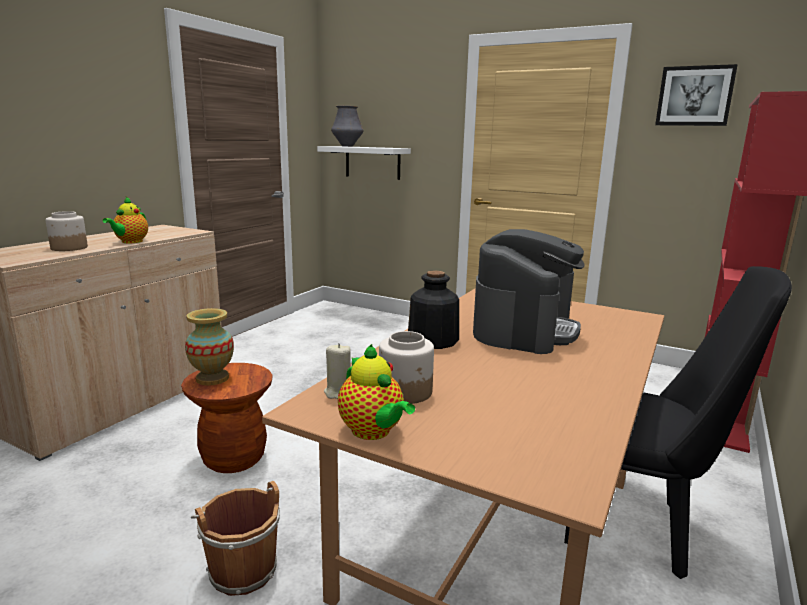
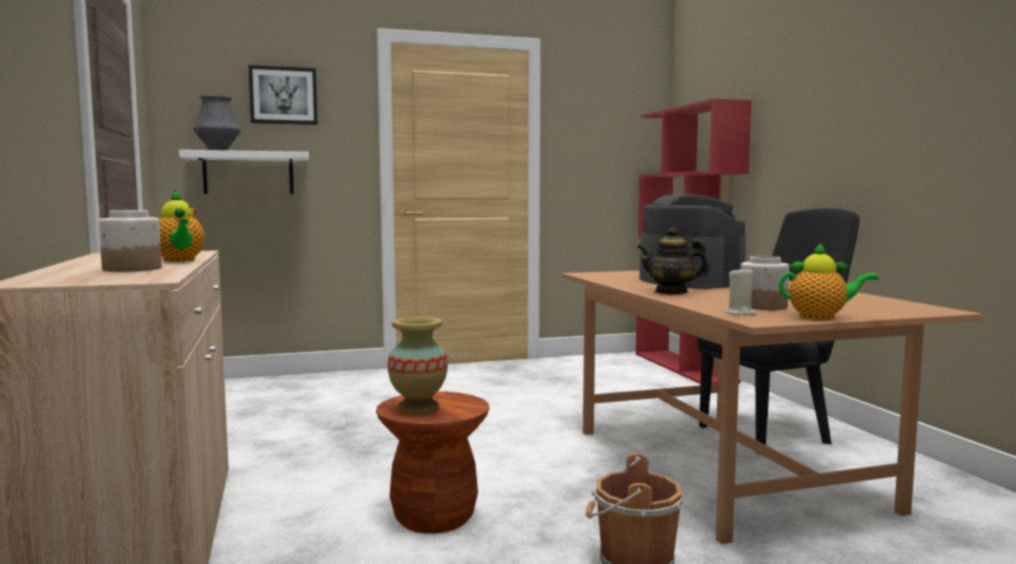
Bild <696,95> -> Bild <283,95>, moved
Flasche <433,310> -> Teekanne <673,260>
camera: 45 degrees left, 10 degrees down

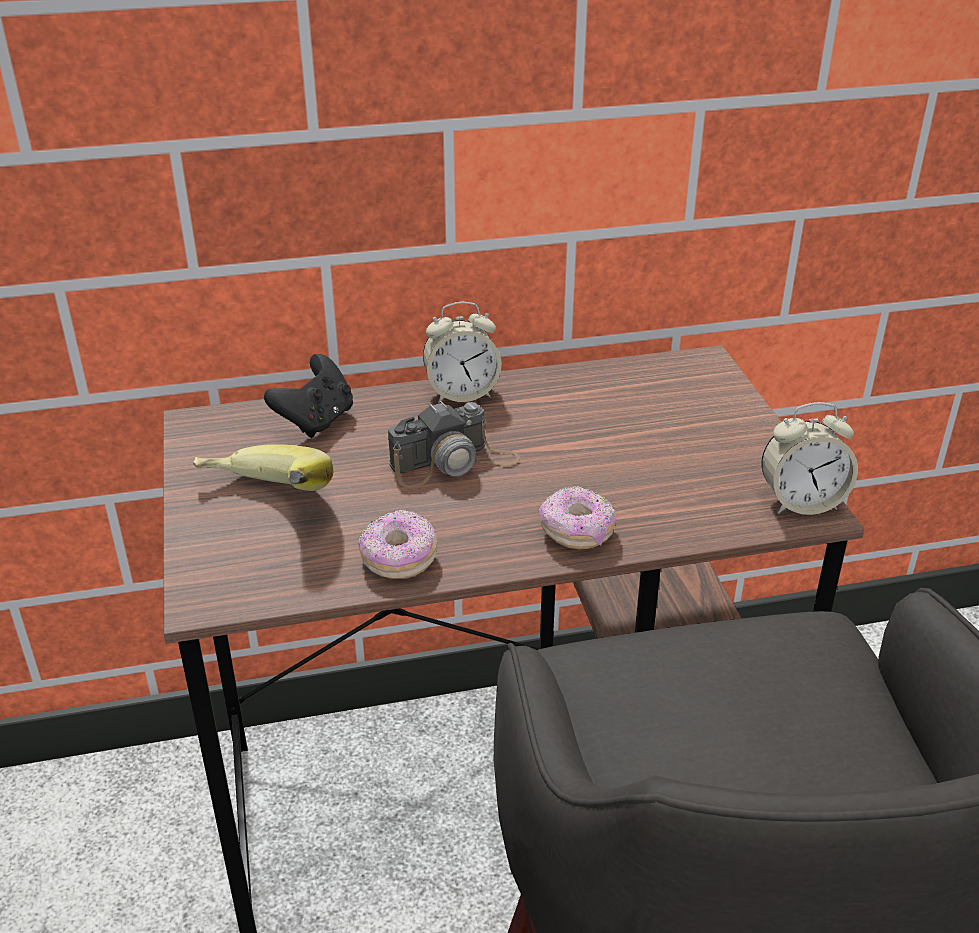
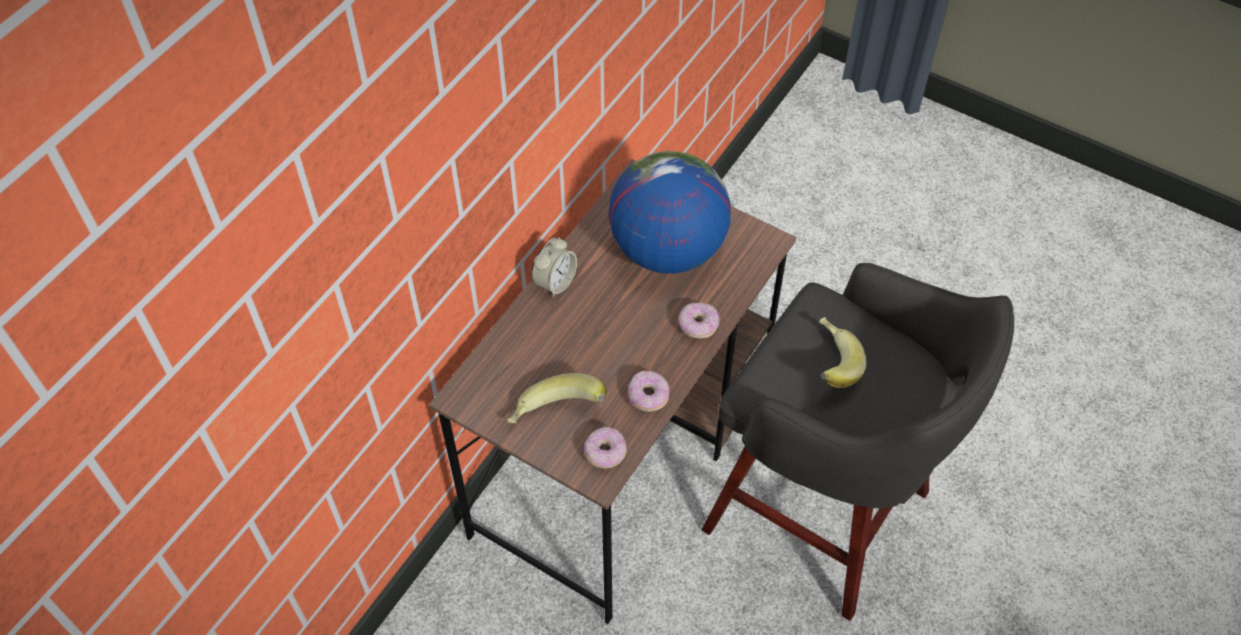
Gamepad (schwarz) <308,396> -> none
Kamera <454,444> -> none
Wecker <809,458> -> none
none -> Globus <670,212>
none -> Banane <843,352>
none -> Donut <605,447>
camera: 45 degrees left, 20 degrees up

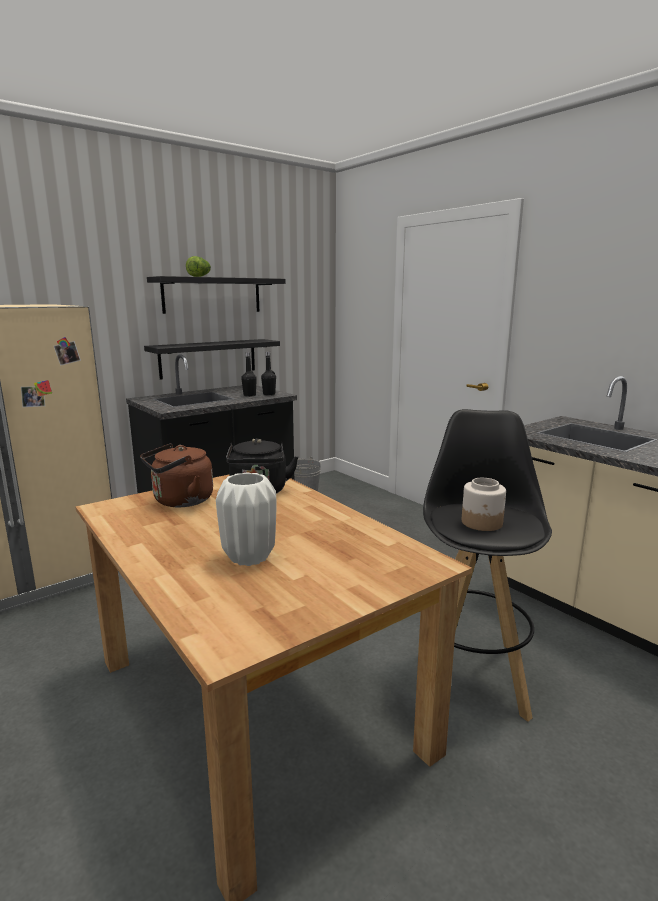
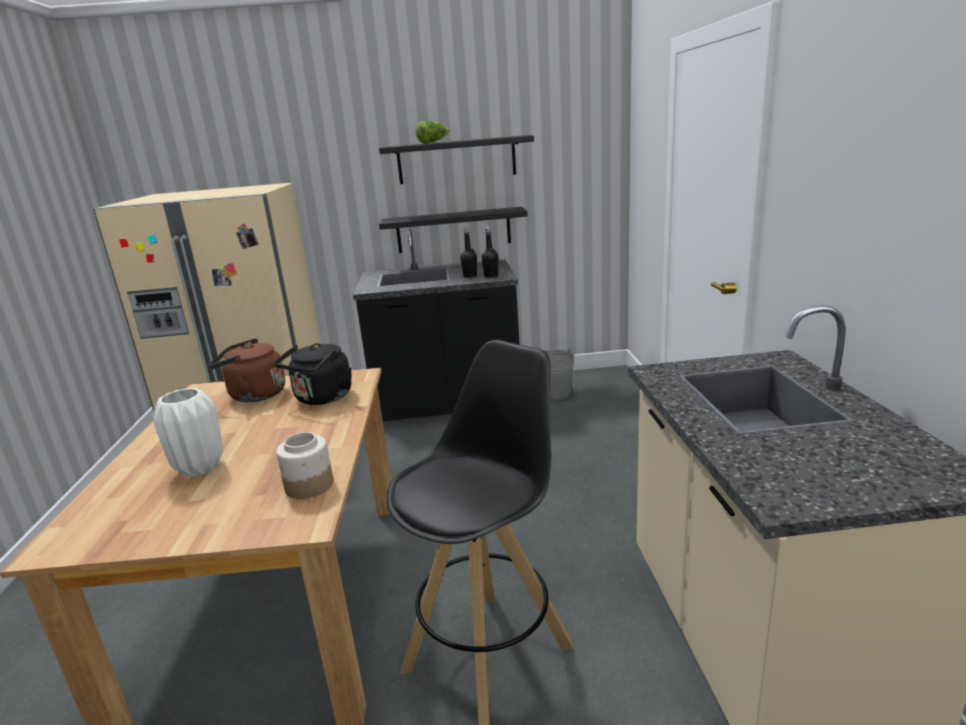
Vorratsglas <484,504> -> Vorratsglas <304,465>, moved
camera: 35 degrees right, 5 degrees up

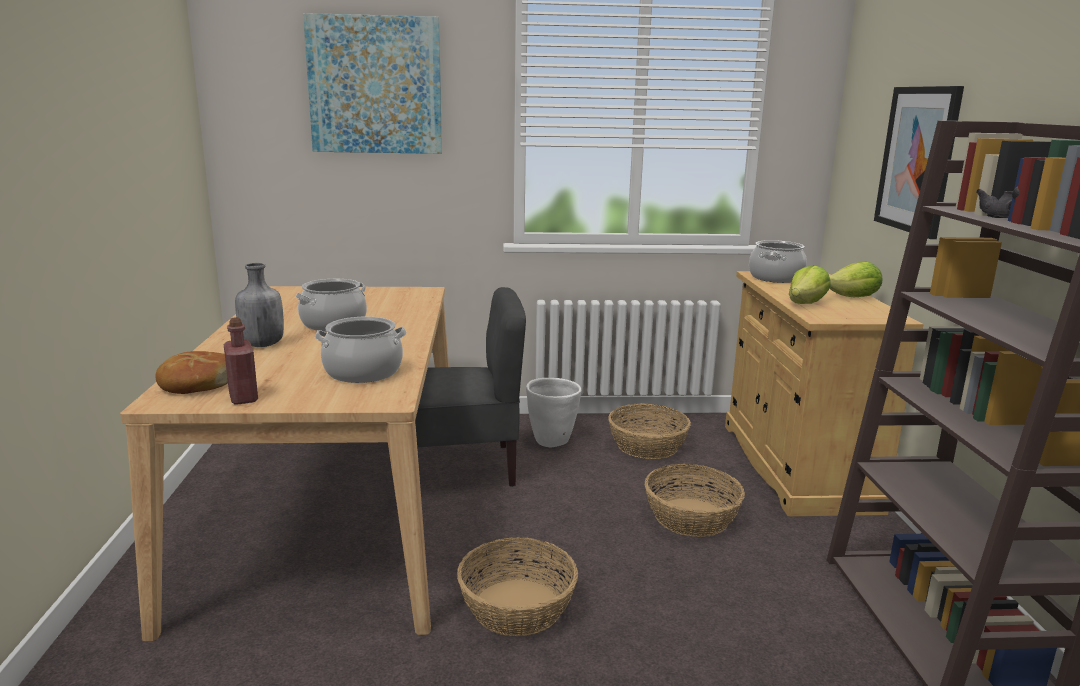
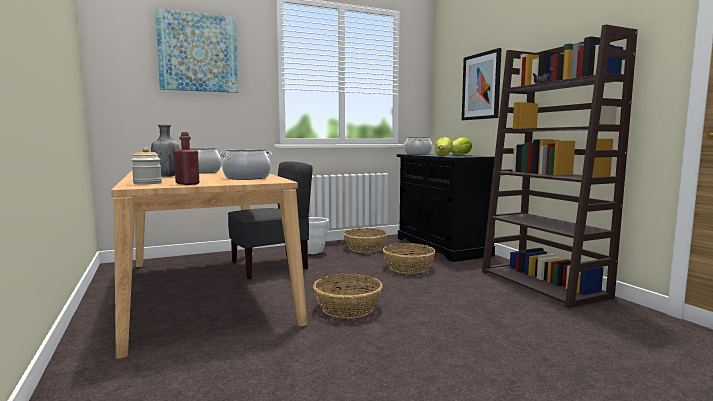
Schrank (beige) <824,394> -> Schrank (schwarz) <446,208>
Brot <191,372> -> Vorratsglas <147,165>
camera: 20 degrees left, 10 degrees down

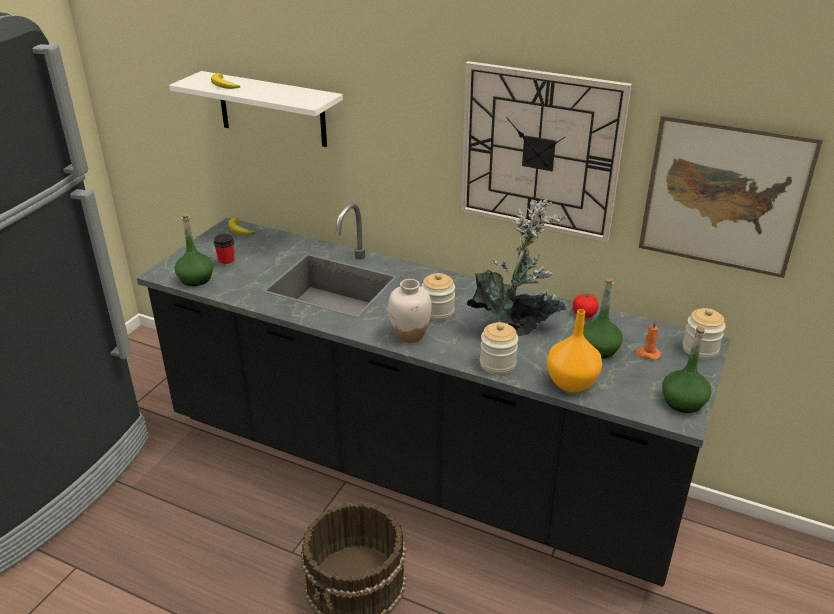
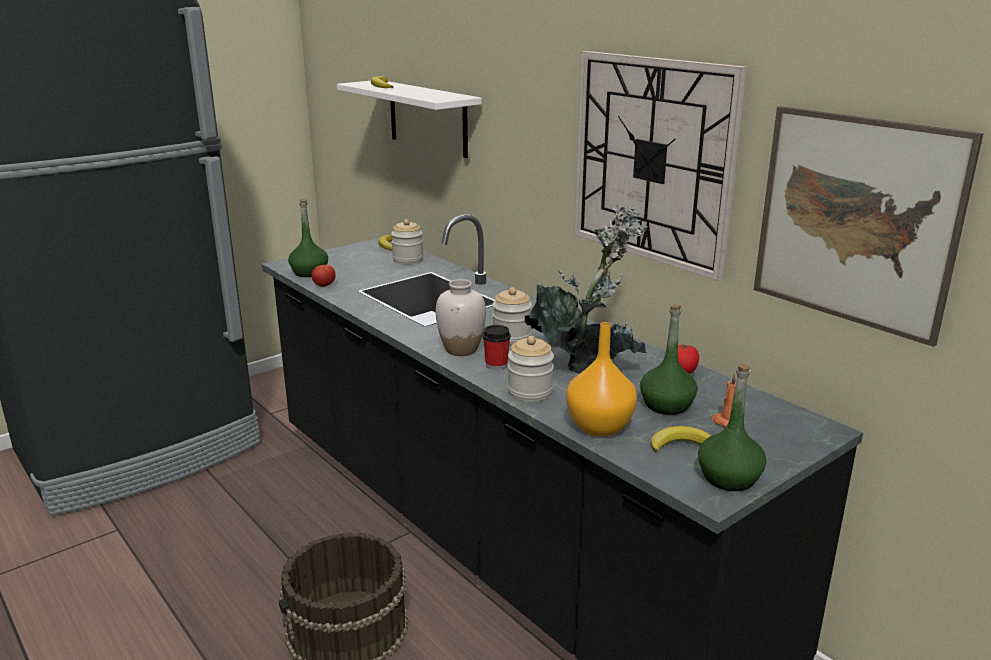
Tasse <224,250> -> Tasse <497,347>, moved
Vorratsglas <704,333> -> Vorratsglas <407,242>, moved
none -> Tomate <323,276>
none -> Banane <681,439>
camera: 25 degrees right, 10 degrees down

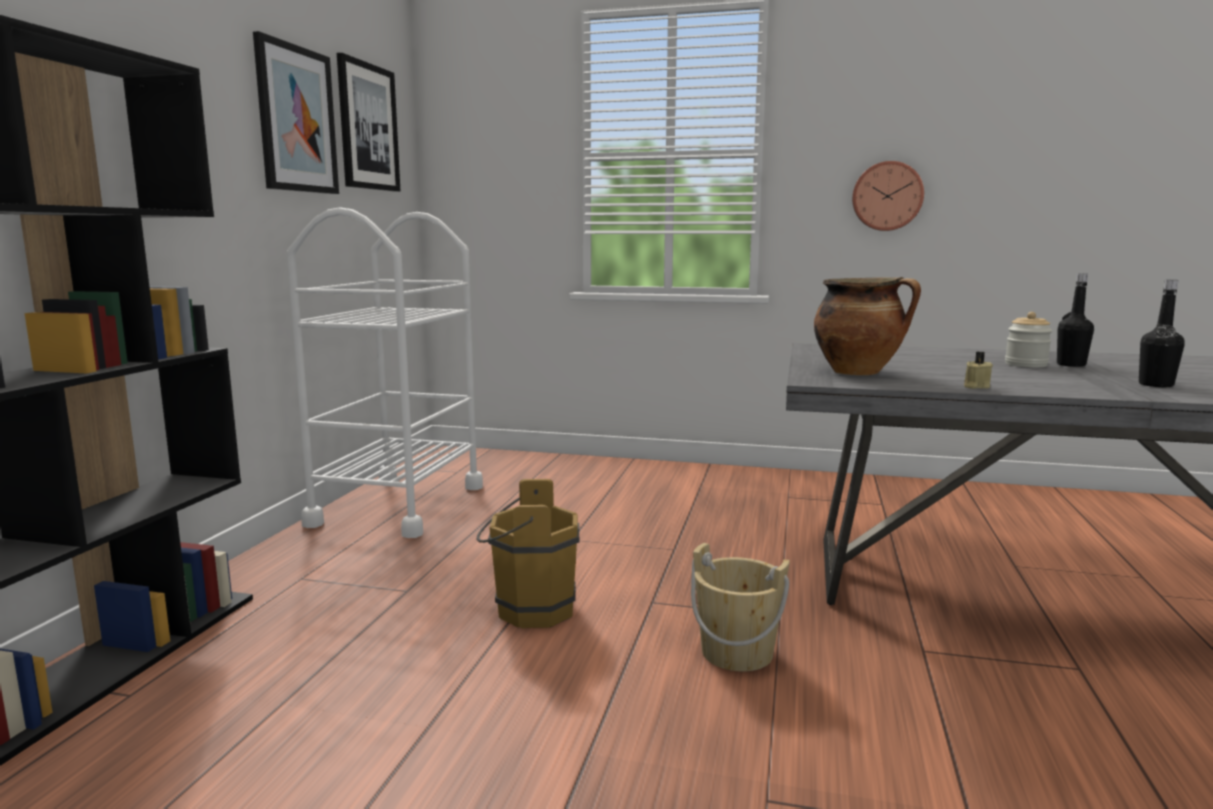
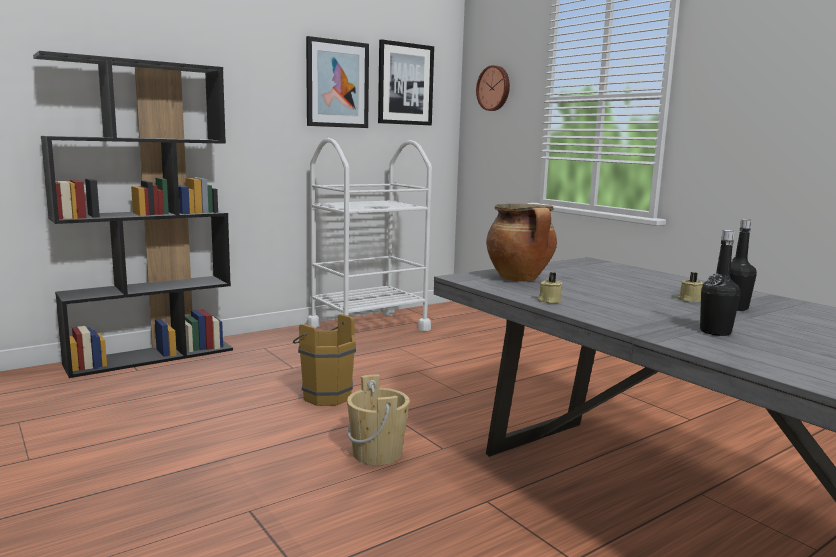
Wanduhr <888,196> -> Wanduhr <493,88>, moved
Vorratsglas <1028,340> -> Kerze (beige) <690,287>
camera: 40 degrees right, 0 degrees up

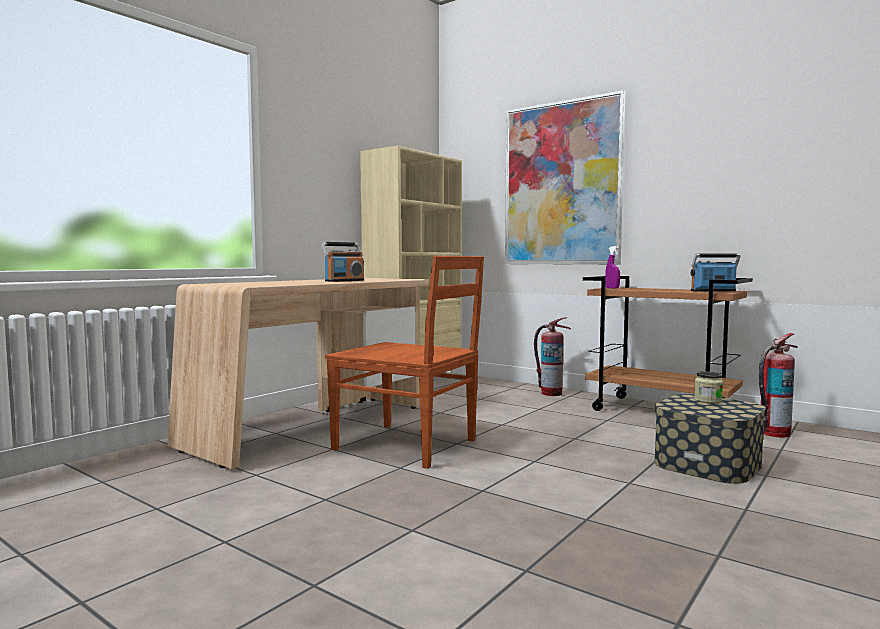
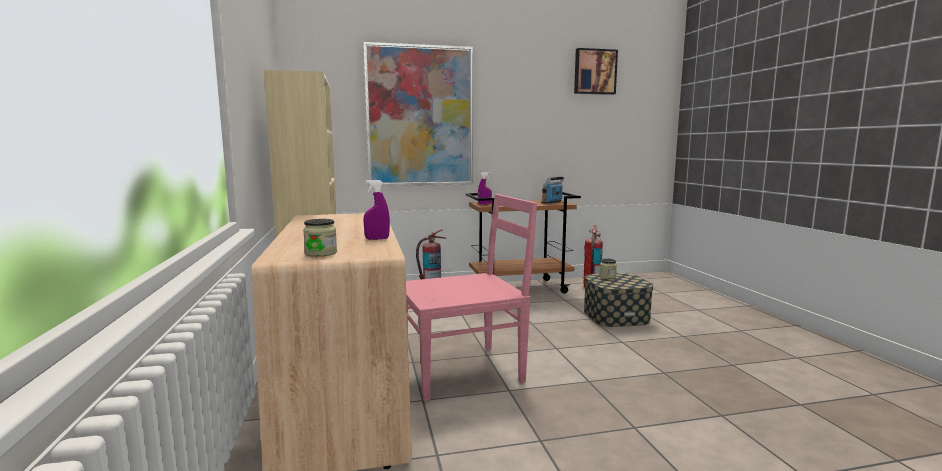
Radio <342,262> -> none
Stuhl (braun) <404,362> -> Stuhl (rosa) <471,297>
none -> Bild <596,71>
none -> Sprühflasche (lila) <376,210>
none -> Vorratsglas <320,238>
camera: 50 degrees left, 5 degrees up

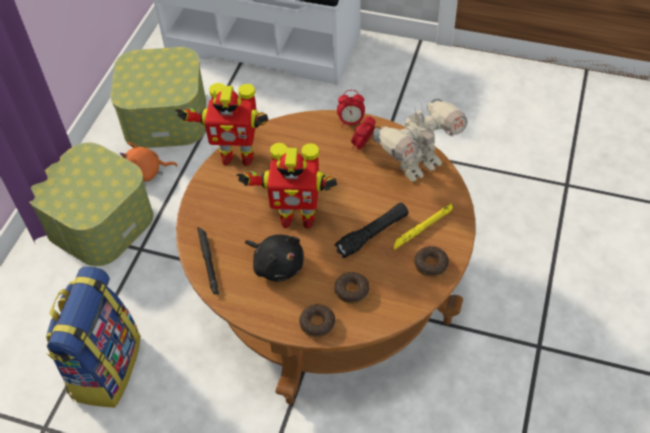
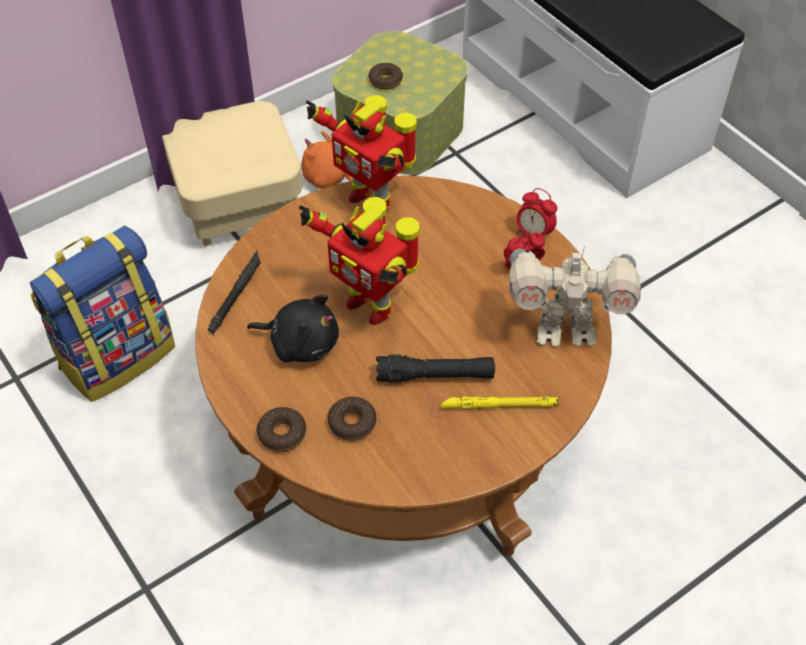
Aufbewahrungsbox <91,204> -> Polsterhocker (beige) <232,173>
Plüschtier (schwarz) <274,258> -> Plüschtier (schwarz) <293,328>, 60 degrees counterclockwise
Donut <431,261> -> Donut <385,76>, moved
camera: 35 degrees right, 0 degrees up

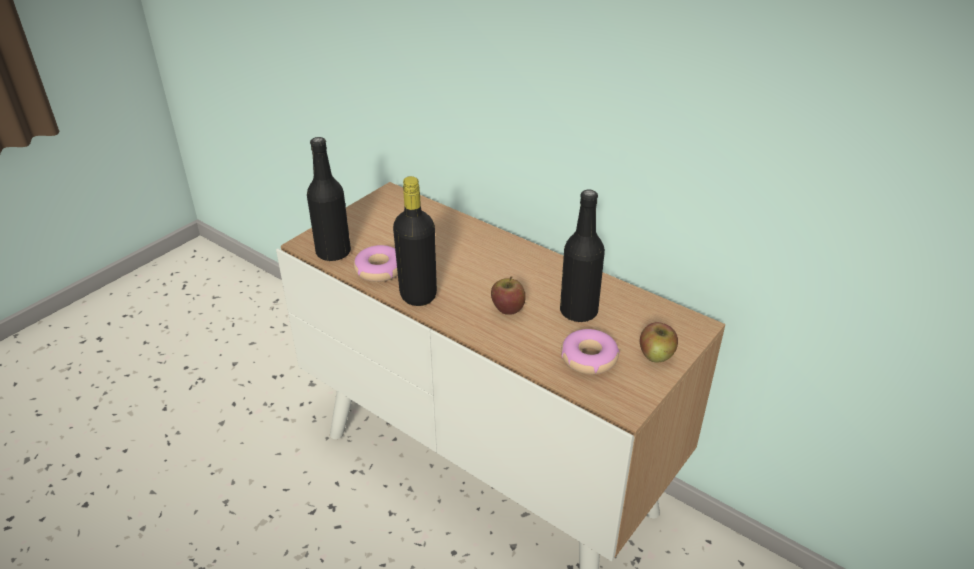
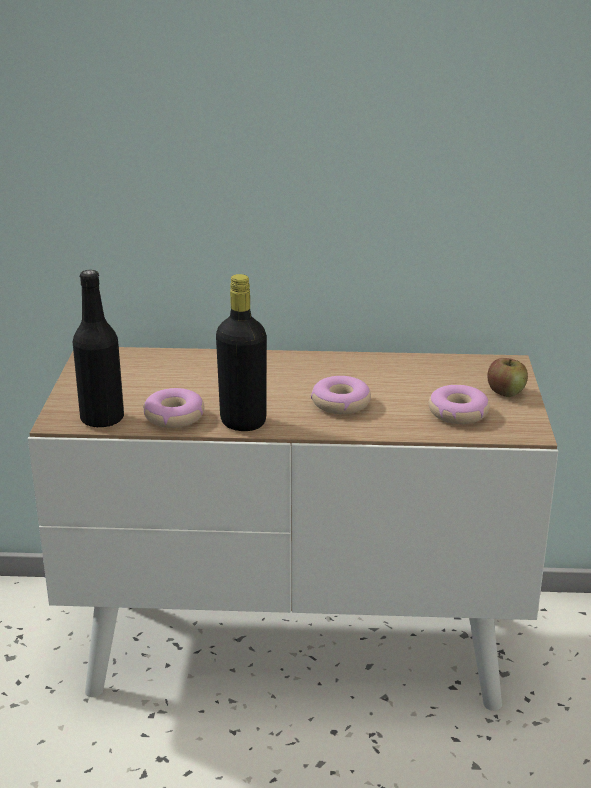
Flasche (schwarz) <582,256> -> none
Apfel <508,295> -> Donut <341,395>
camera: 35 degrees left, 10 degrees down

